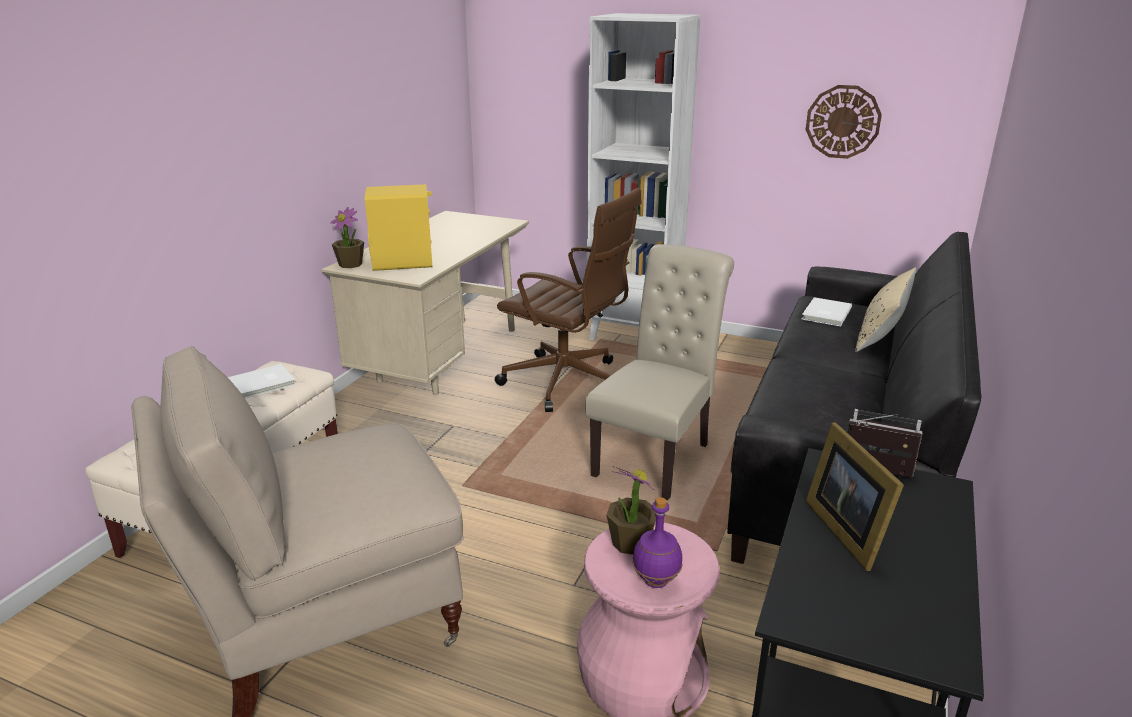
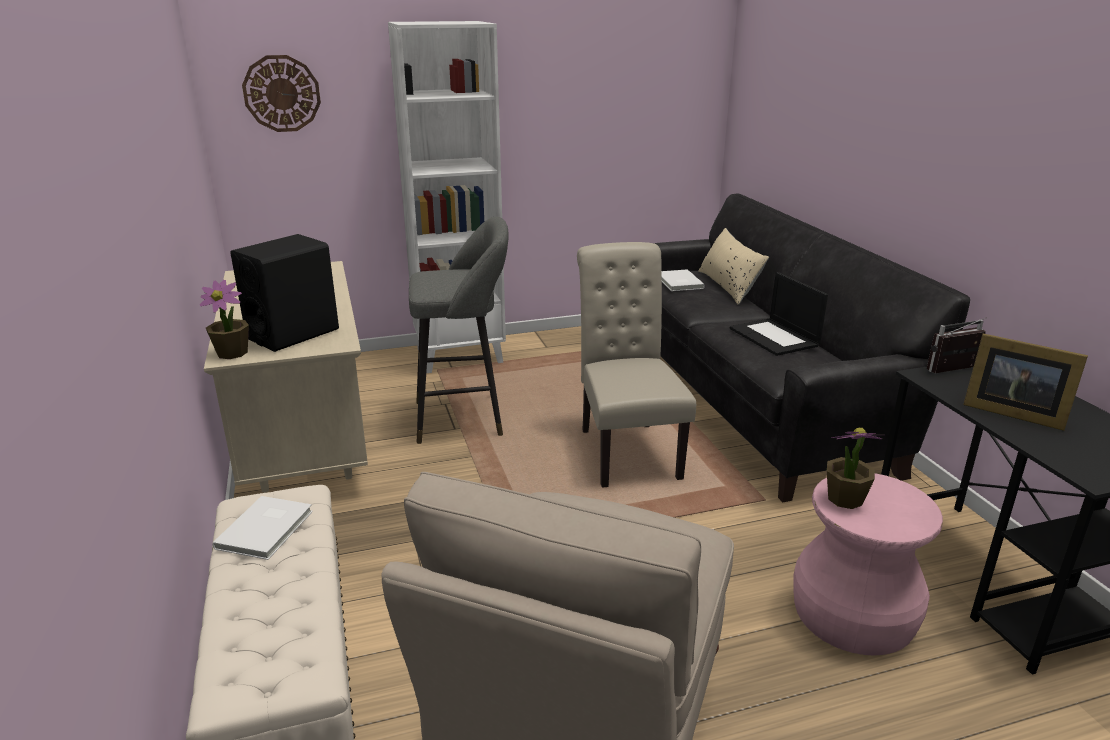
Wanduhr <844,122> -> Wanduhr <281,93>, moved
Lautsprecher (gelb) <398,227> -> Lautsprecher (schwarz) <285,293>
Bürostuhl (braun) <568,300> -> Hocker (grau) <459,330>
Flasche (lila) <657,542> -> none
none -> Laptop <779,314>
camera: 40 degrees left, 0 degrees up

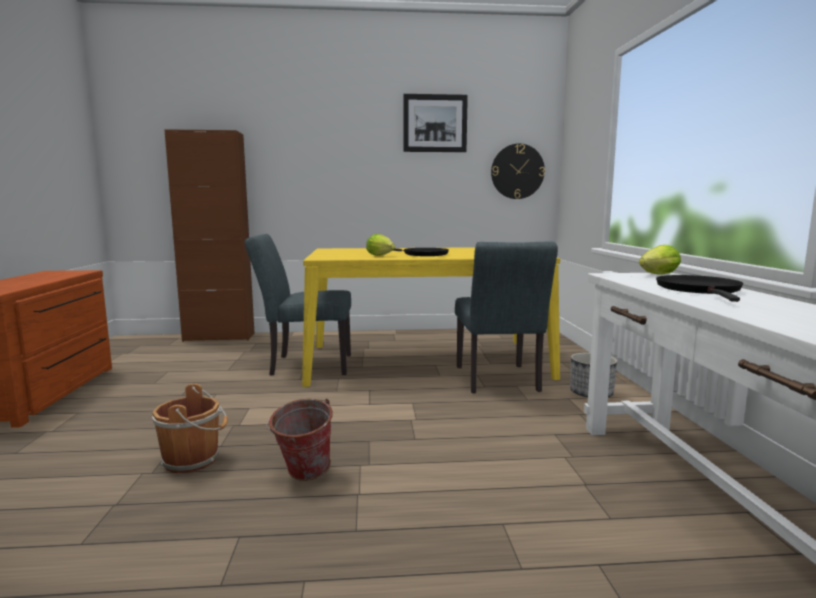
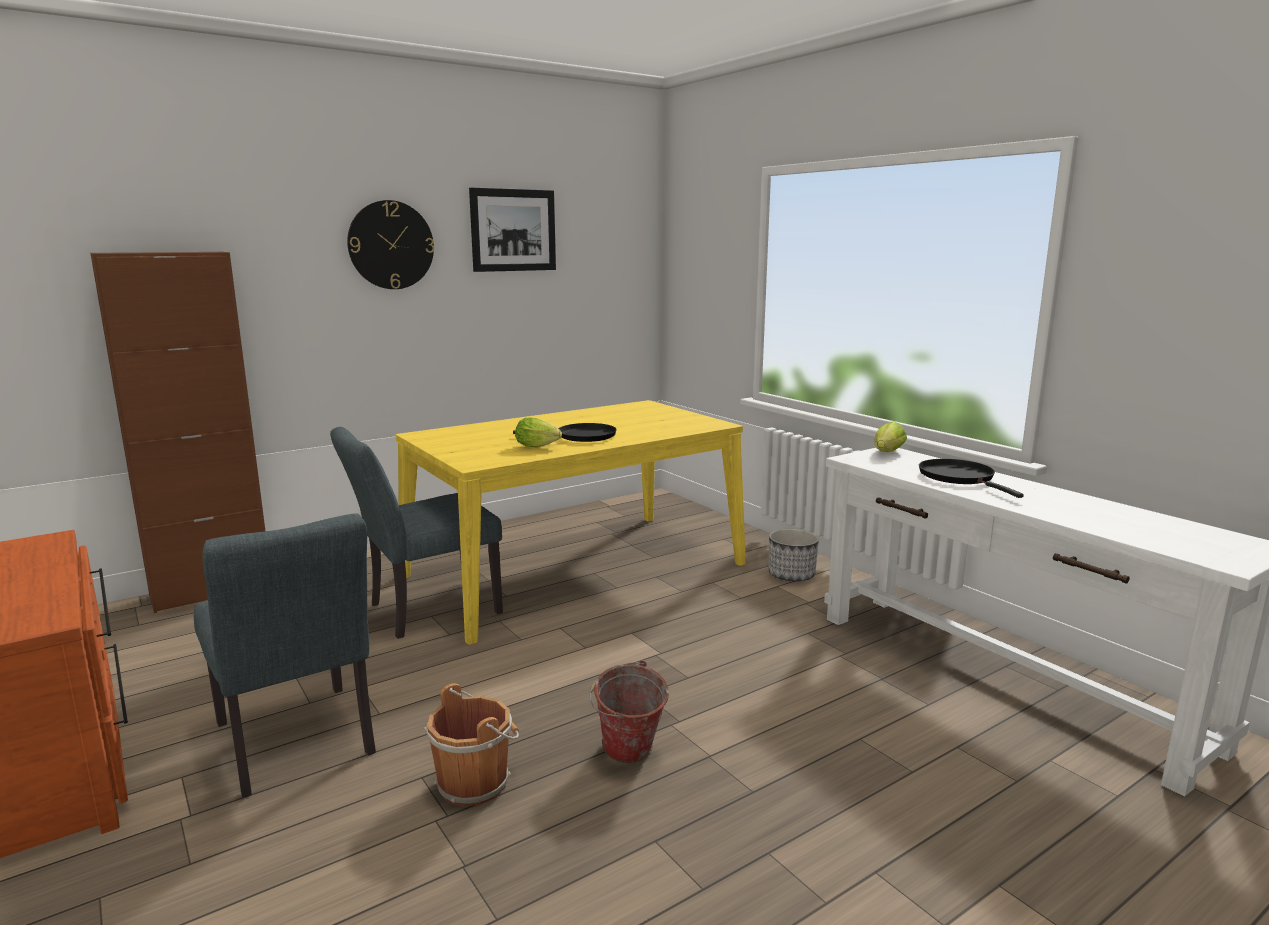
Wanduhr <518,171> -> Wanduhr <390,244>, moved
Stuhl (grau) <506,317> -> Stuhl (grau) <285,655>, moved
camera: 30 degrees left, 5 degrees up

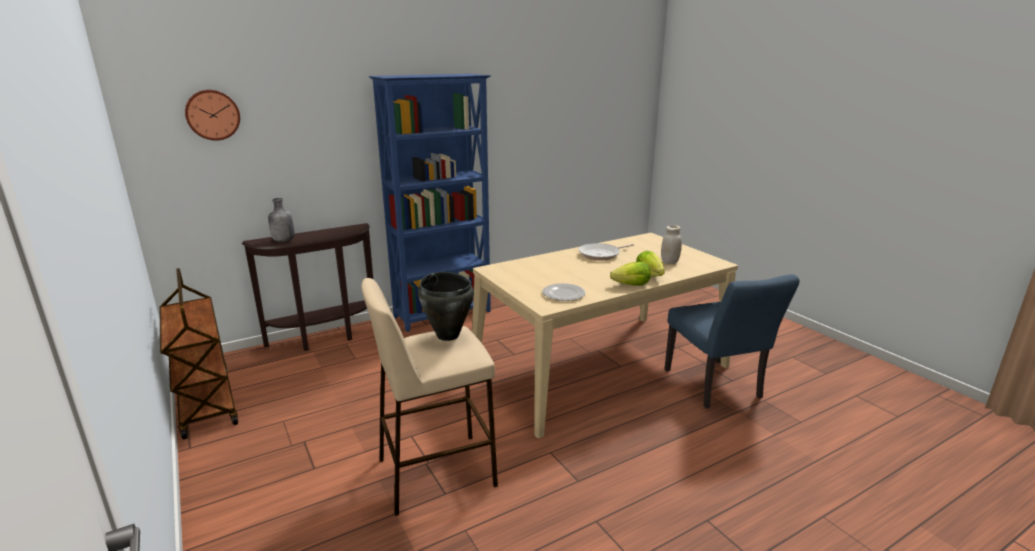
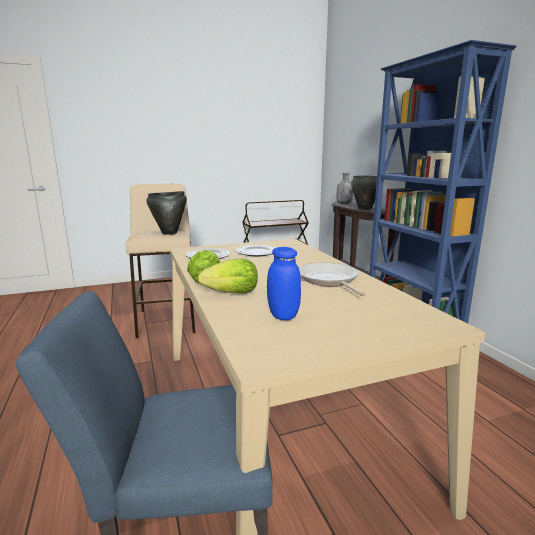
Wanduhr <212,115> -> none
Vorratsglas (weiß) <671,244> -> Vorratsglas (blau) <284,283>
none -> Kochtopf (schwarz) <364,192>
none -> Teller <256,251>
camera: 100 degrees right, 5 degrees down

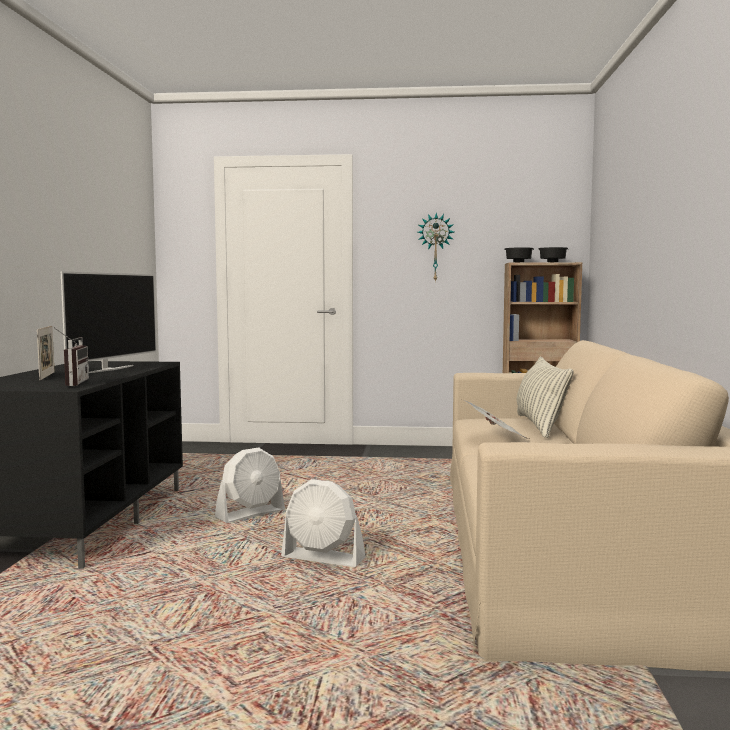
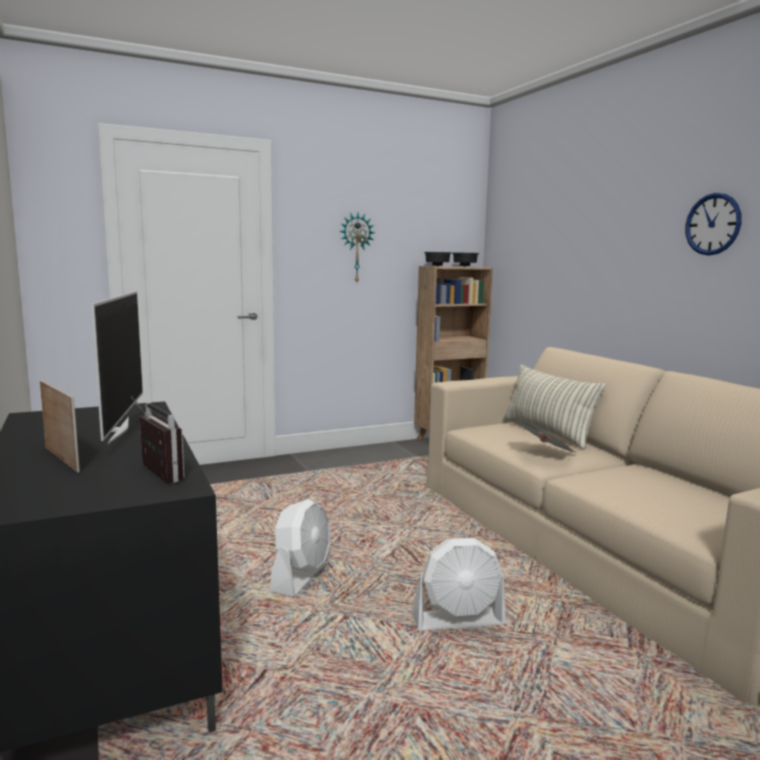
none -> Wanduhr <713,224>
camera: 30 degrees left, 5 degrees up

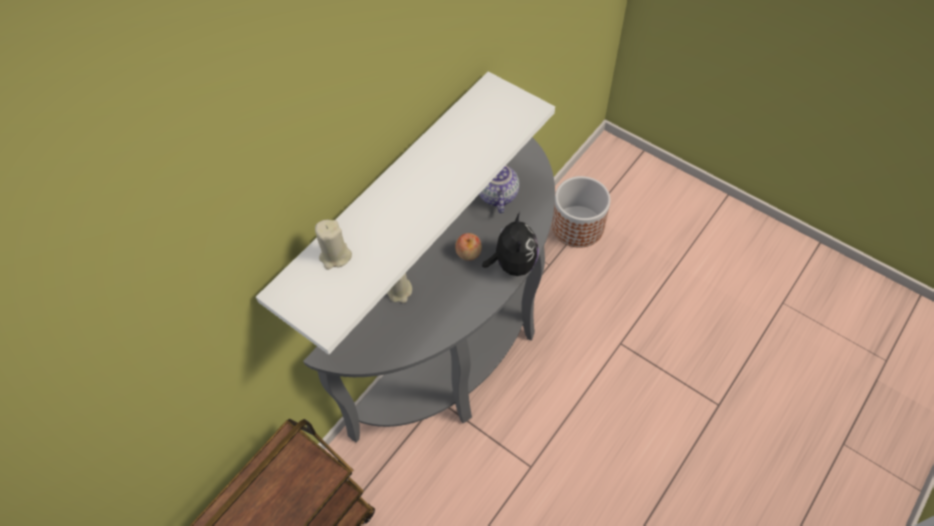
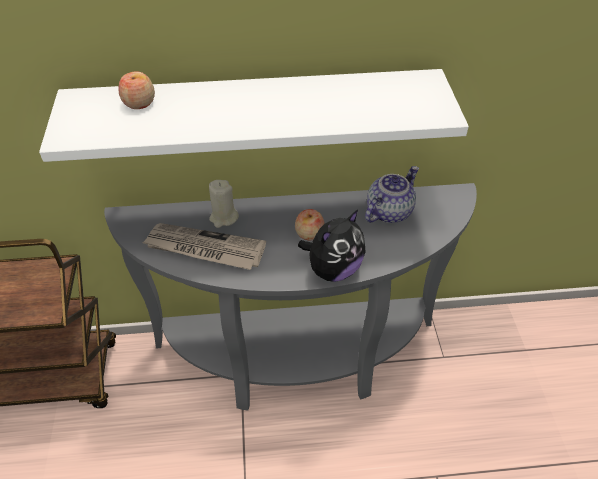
Pflanzkübel <581,212> -> none
Kerze (beige) <333,245> -> Apfel <137,90>
none -> Zeitung <204,246>
camera: 45 degrees right, 10 degrees down

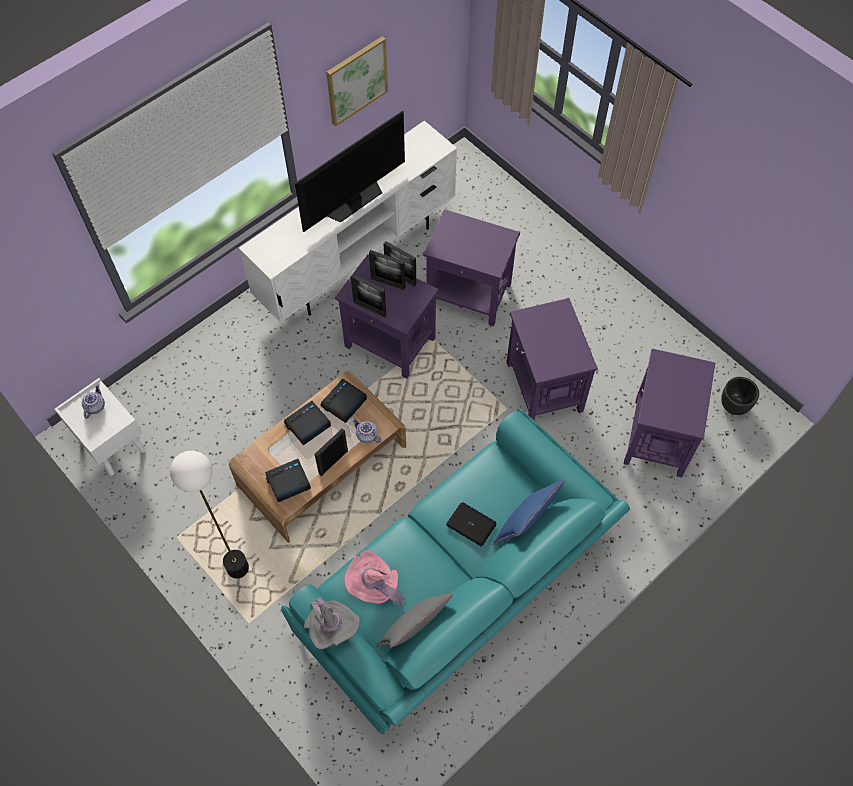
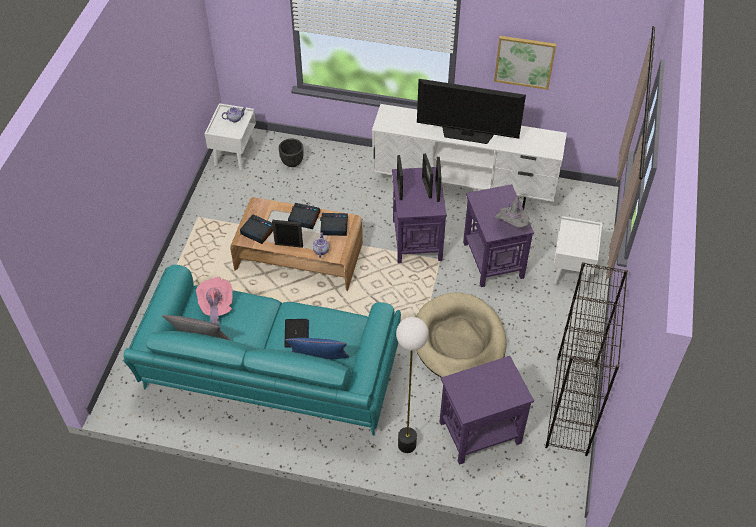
Beistelltisch (lila) <552,359> -> Hundebett (beige) <461,334>
Pflanzkübel (schwarz) <740,396> -> Pflanzkübel (schwarz) <291,152>, moved
Stehlampe <209,515> -> Stehlampe <412,385>, moved
Hut (grau) <332,622> -> Hut (grau) <511,212>, moved
none -> Nachttisch (weiß) <577,253>
none -> Bücherregal (schwarz) <586,359>
camera: 55 degrees right, 10 degrees down

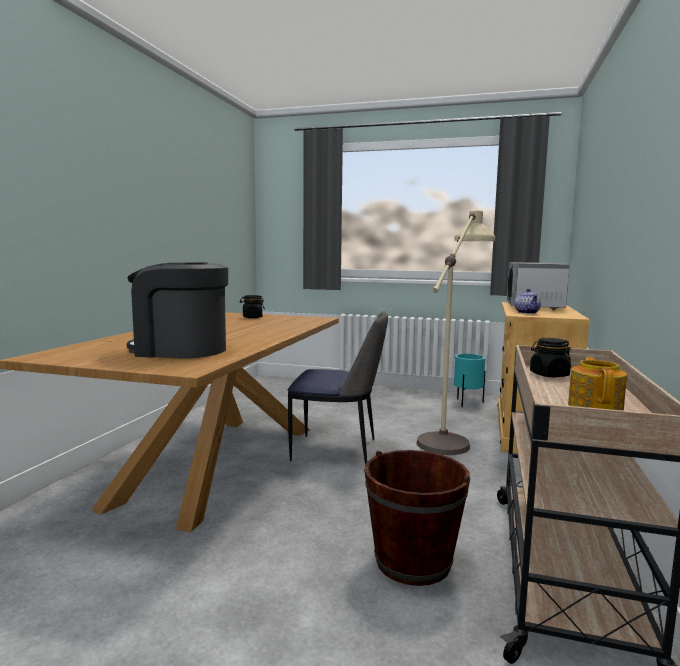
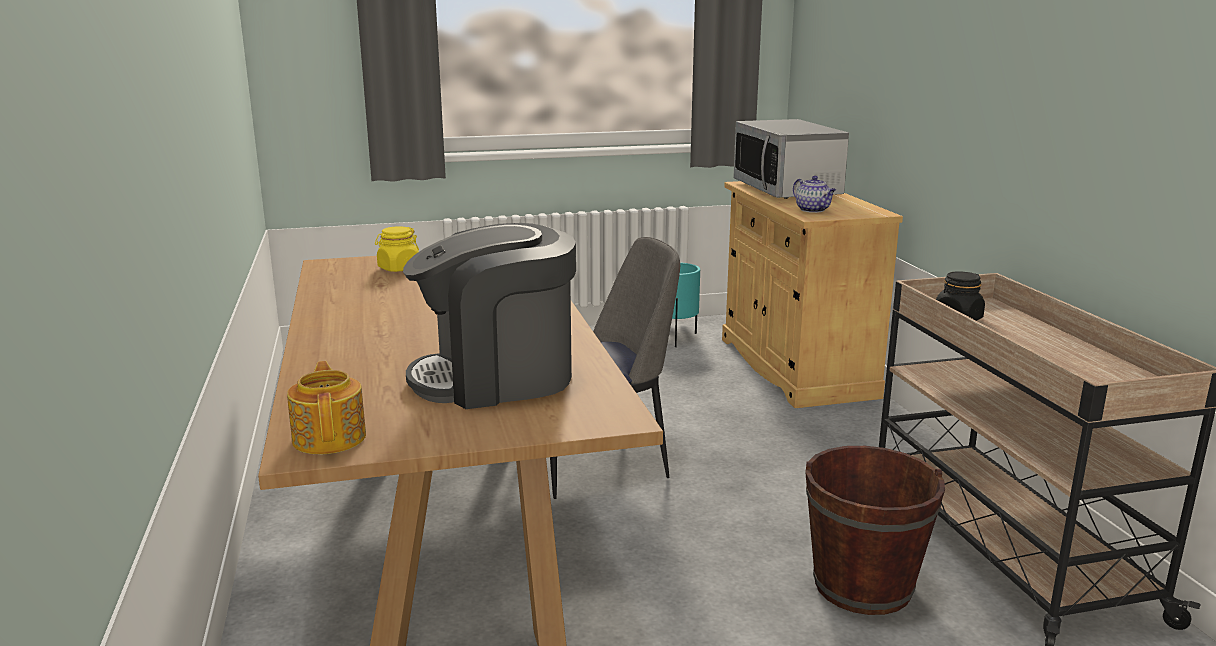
Stehlampe (beige) <456,332> -> none
Vorratsglas (schwarz) <252,306> -> Vorratsglas (gelb) <397,249>
Teekanne <597,384> -> Teekanne <326,407>, moved
camera: 30 degrees left, 10 degrees up

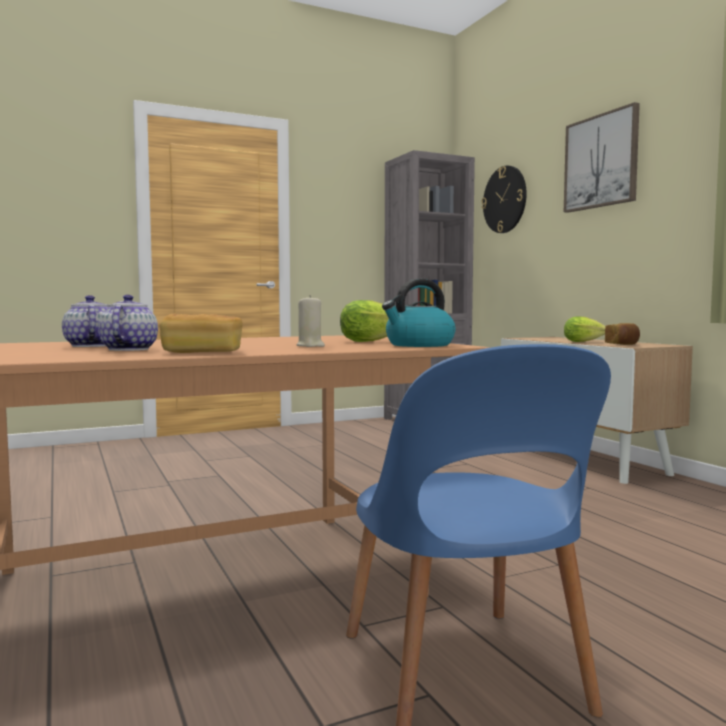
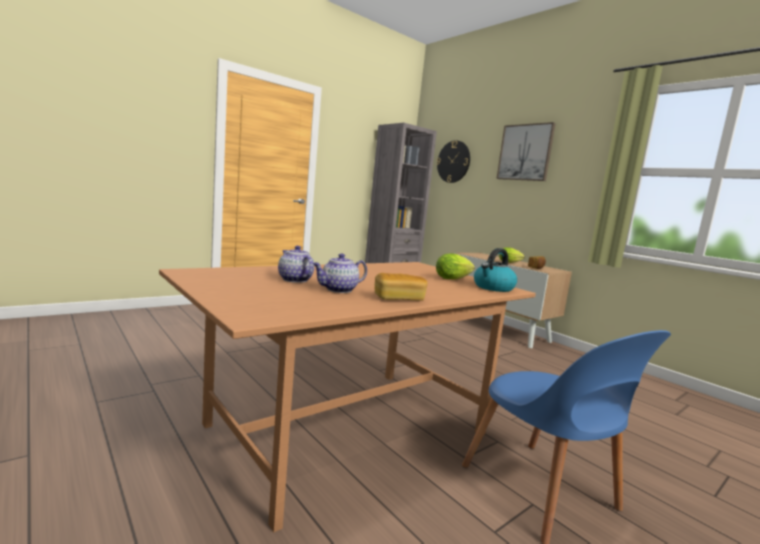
Teekanne <128,322> -> Teekanne <340,273>, 105 degrees counterclockwise
Kerze (beige) <310,321> -> none
camera: 15 degrees left, 5 degrees up

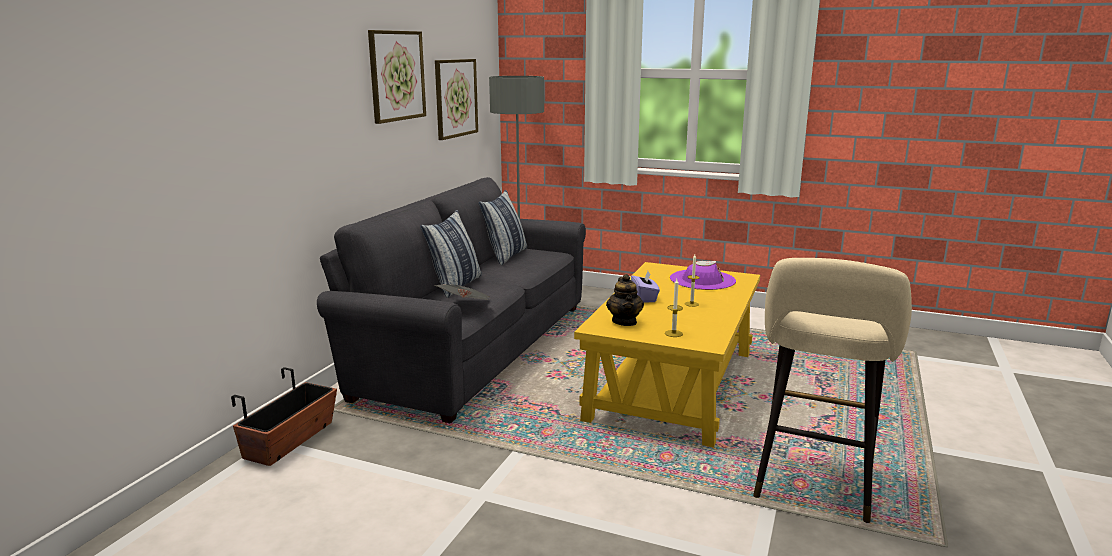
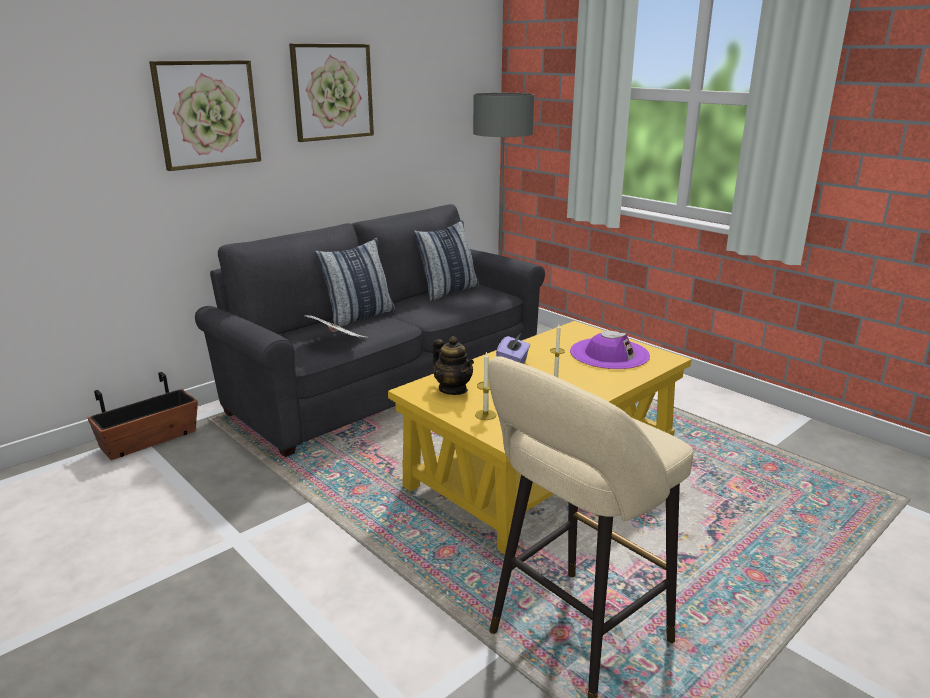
Bild <456,99> -> Bild <205,115>, moved
Teekanne <625,300> -> Teekanne <453,365>, 60 degrees counterclockwise
camera: 25 degrees right, 5 degrees up

